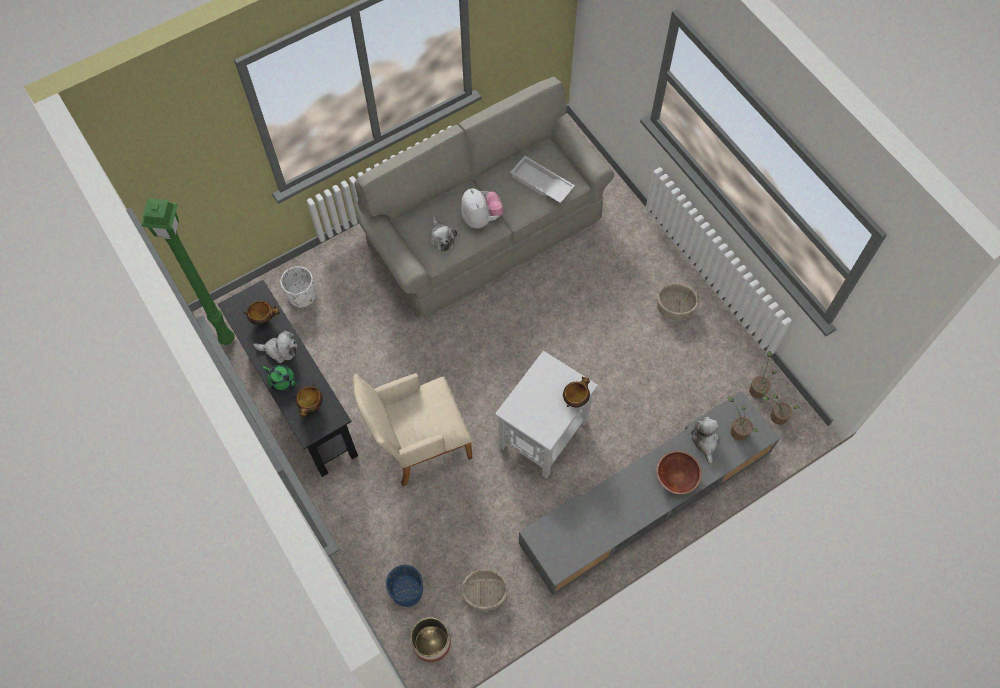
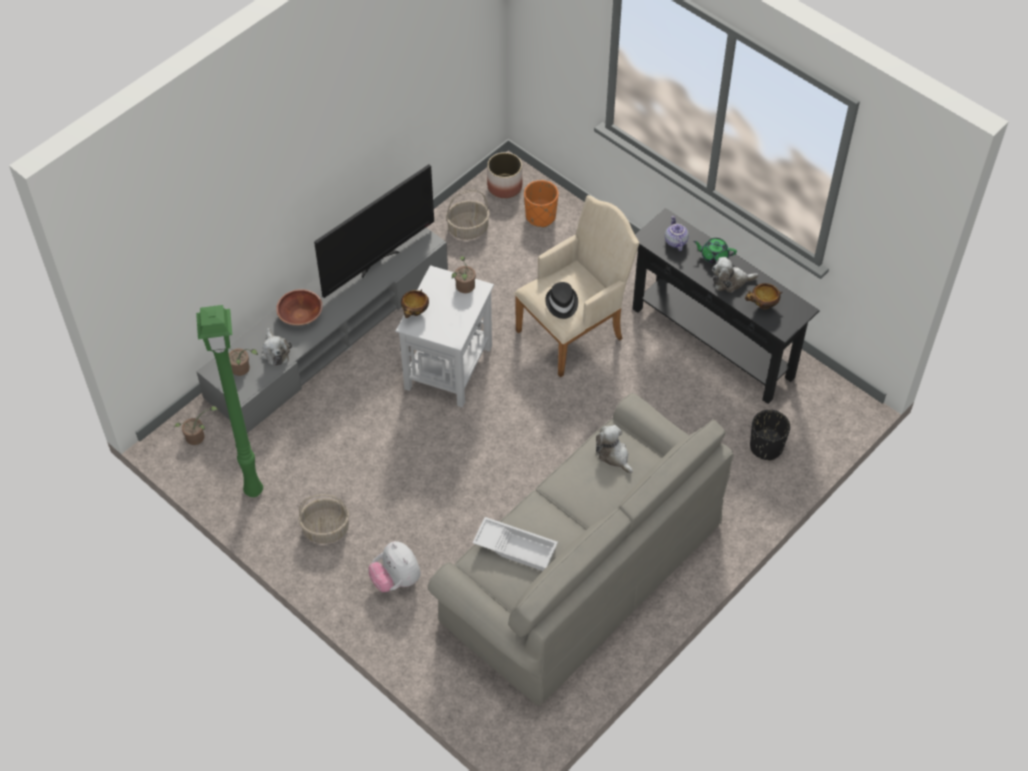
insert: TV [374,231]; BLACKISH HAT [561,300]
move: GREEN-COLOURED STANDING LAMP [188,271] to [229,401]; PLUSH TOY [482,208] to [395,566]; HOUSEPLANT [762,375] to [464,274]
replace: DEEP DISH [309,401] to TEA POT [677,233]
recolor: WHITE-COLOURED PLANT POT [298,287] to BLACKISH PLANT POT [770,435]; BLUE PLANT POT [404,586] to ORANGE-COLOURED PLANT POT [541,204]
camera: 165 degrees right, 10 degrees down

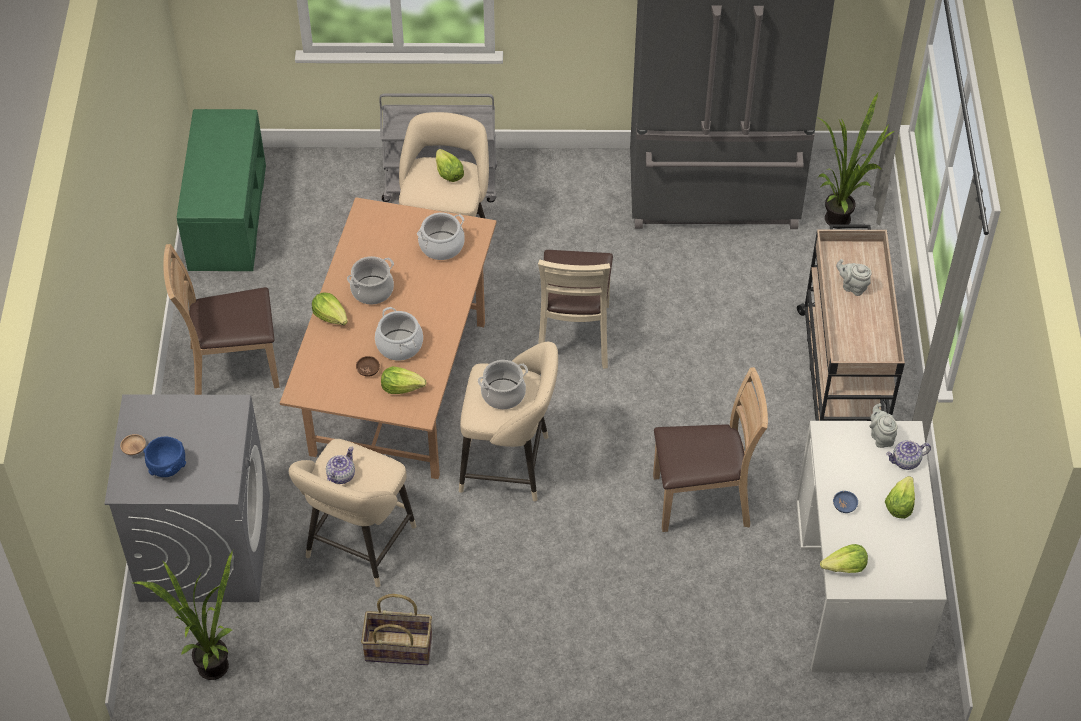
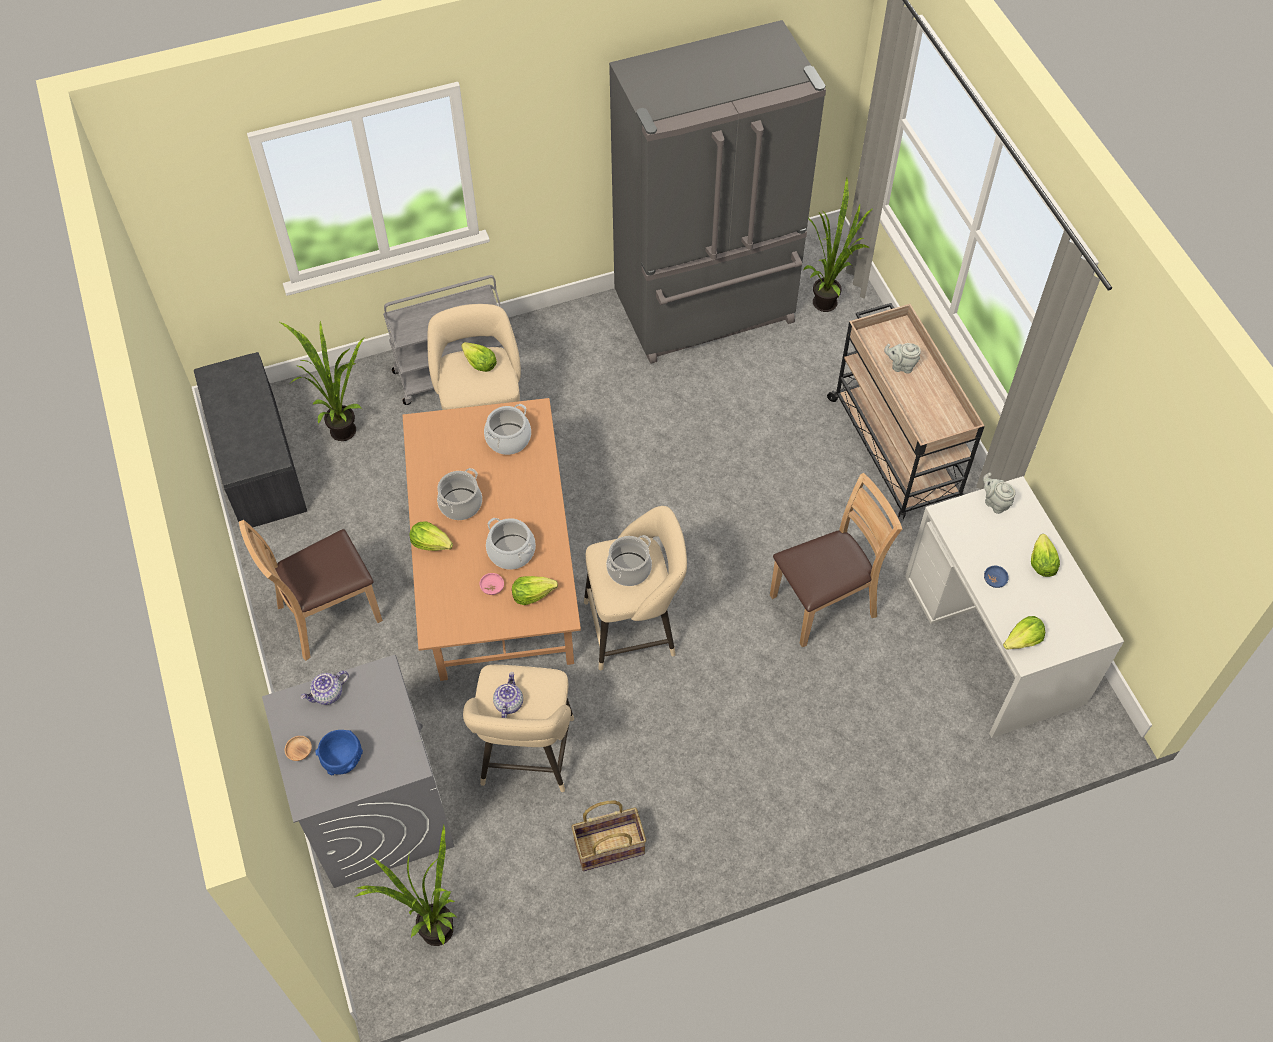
delete: BEIGE-COLOURED UPRIGHT CHAIR [575,309]
insert: HOUSEPLANT [322,381]
move: TEA POT [908,455] to [325,688]
recolor: GREEN-COLOURED BENCH [221,190] to GREYISH BENCH [251,439]; BROWN DEEP DISH [368,366] to PINKISH DEEP DISH [491,584]
camera: 20 degrees left, 5 degrees up

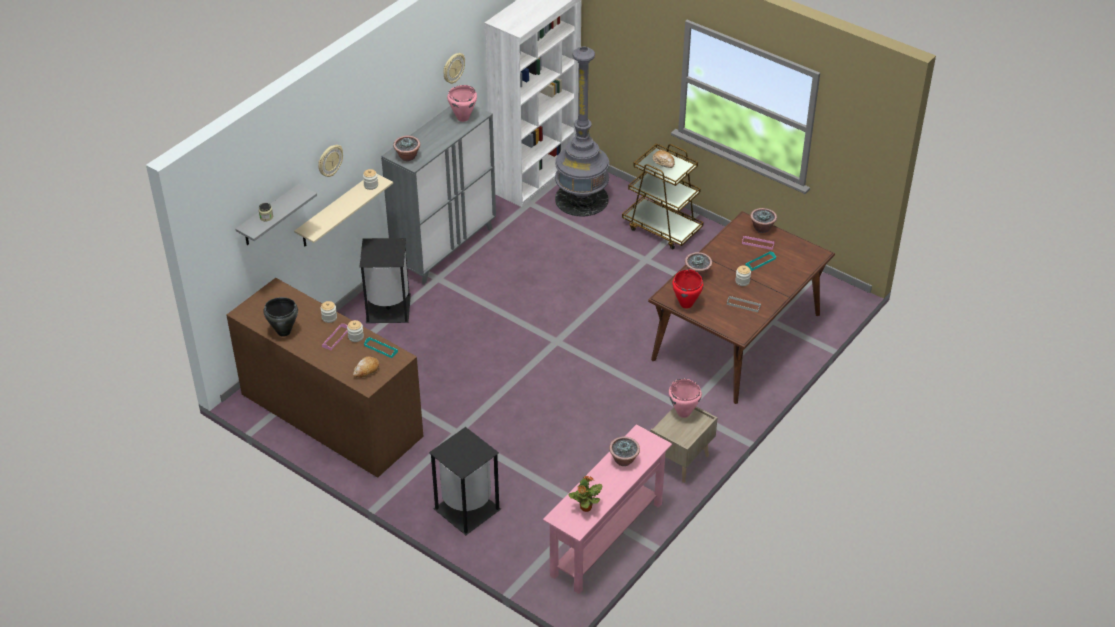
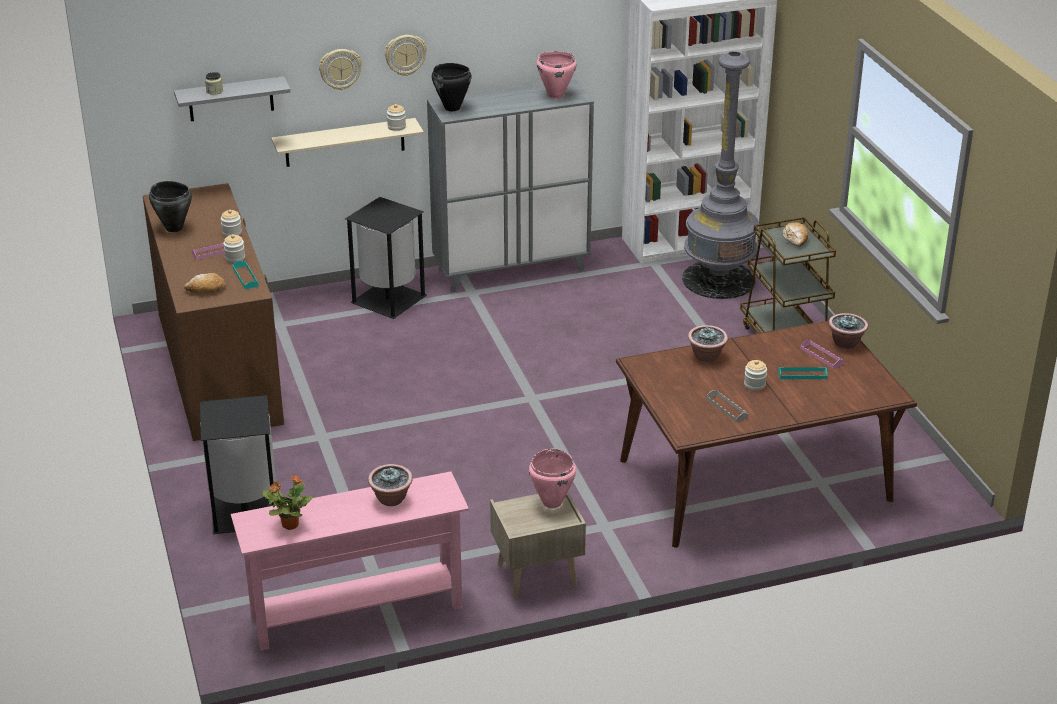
delete: RED SAUCEPOT [687,288]
move: CLOCK ON THE WALL [454,68] to [406,55]
replace: HOUSEPLANT [406,148] to BLACKISH SAUCEPOT [452,87]
camera: 35 degrees right, 10 degrees down

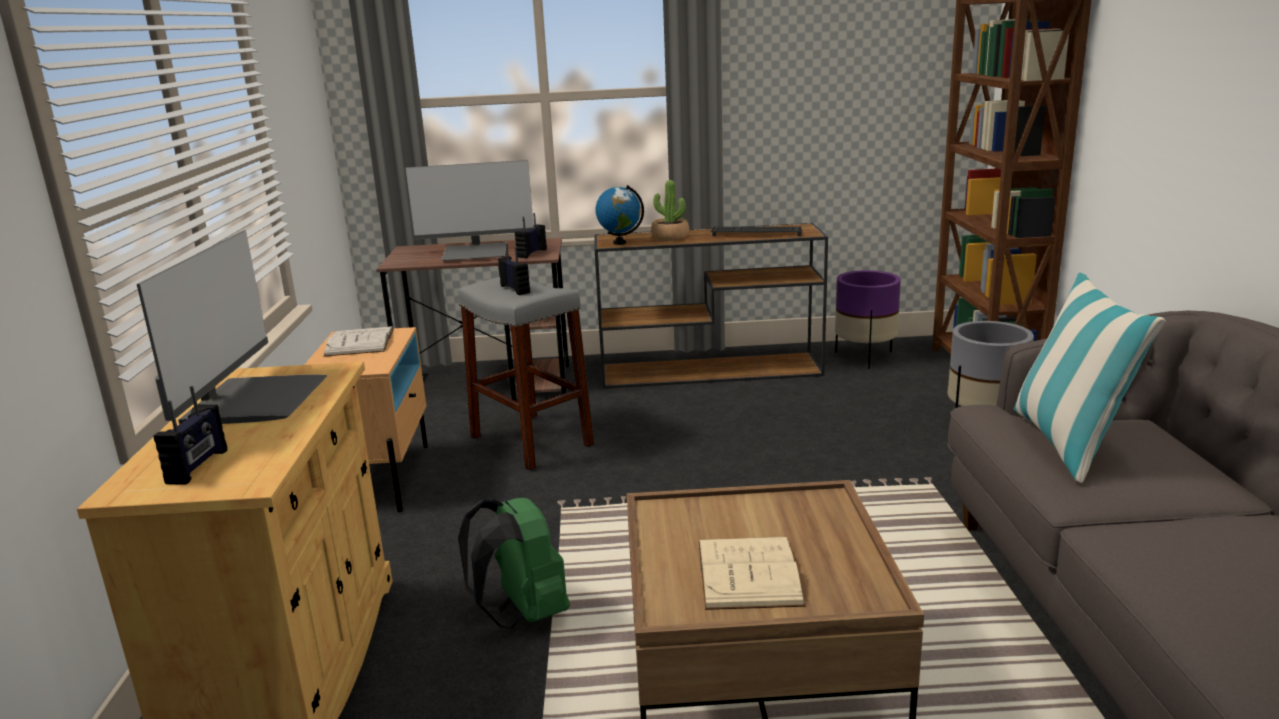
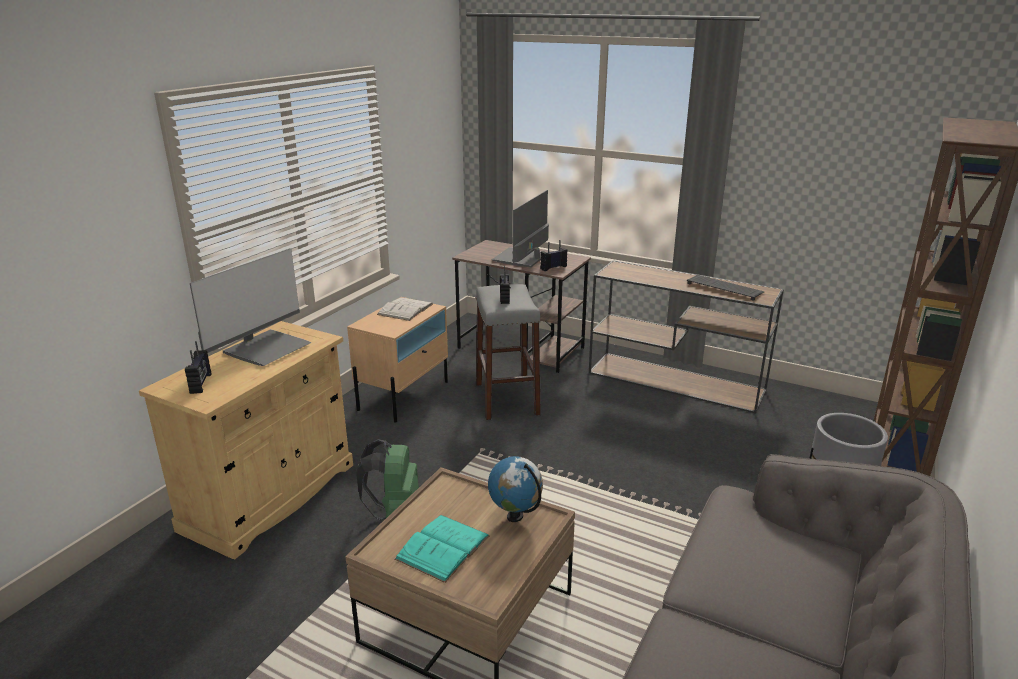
delete: HOUSEPLANT [670,210]; PURPLISH PLANT POT [868,319]; THROW PILLOW [1090,378]
move: DESK GLOBE [619,215] to [515,489]
recolor: BEIGE-COLOURED BOUND BOOK [752,573] to TURQUOISE-COLOURED BOUND BOOK [442,549]
rotate: RADIO RECEIVER [190,435] = [198,367] 45 degrees counterclockwise; COMPUTER DISPLAY [469,210] = [520,228] 90 degrees clockwise
camera: 30 degrees right, 5 degrees up

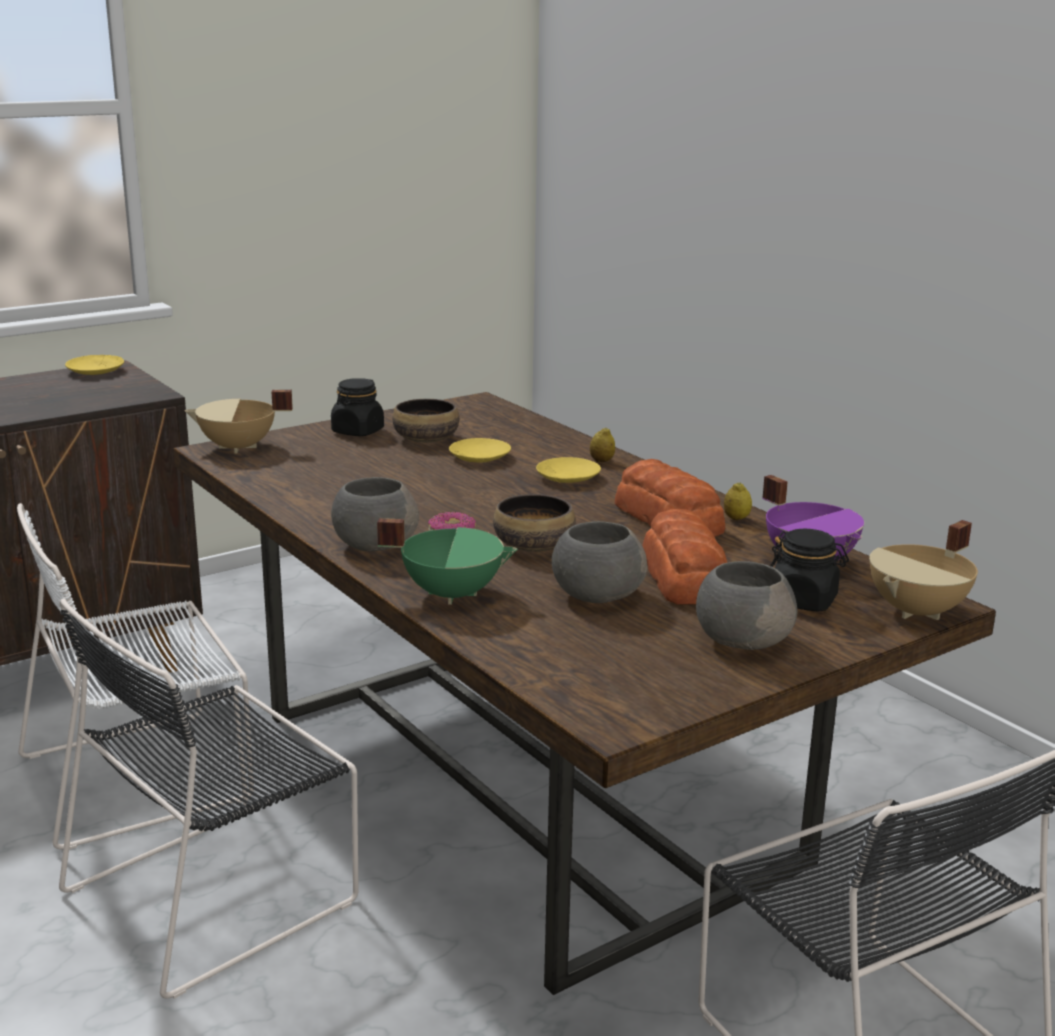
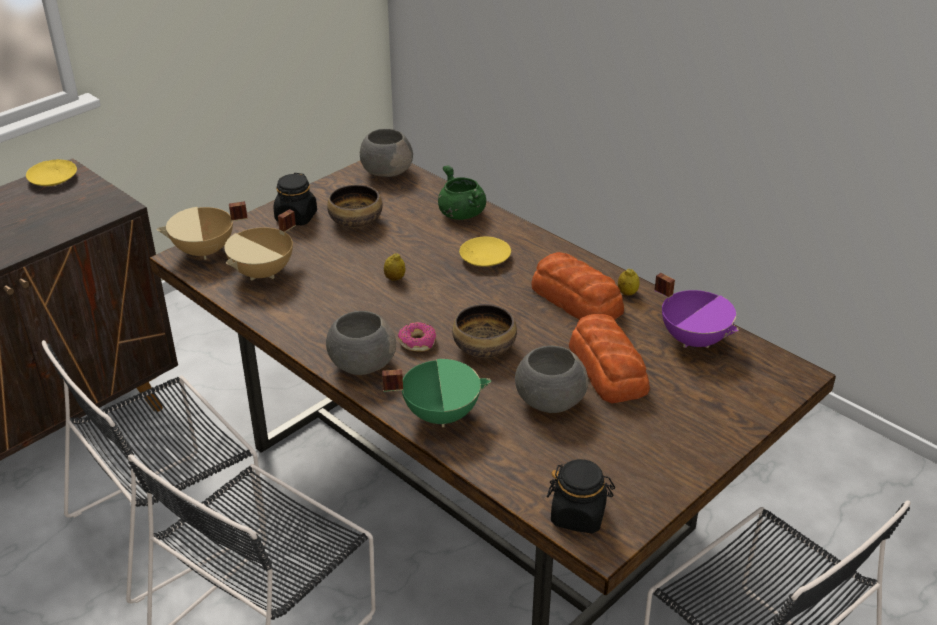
delete: YELLOWISH FLAT DISH [480,450]
insert: GREEN-COLOURED SAUCEPOT [462,193]
move: LEMON [602,444] to [394,267]; GREYISH DEEP DISH [746,605] to [386,153]; BLACKISH STORAGE JAR [809,570] to [581,496]; BEIGE-COLOURED SAUCEPOT [923,570] to [260,244]
recolor: WHITE-COLOURED UPRIGHT CHAIR [135,676] to BLACKISH UPRIGHT CHAIR [154,471]
camera: 10 degrees left, 15 degrees up

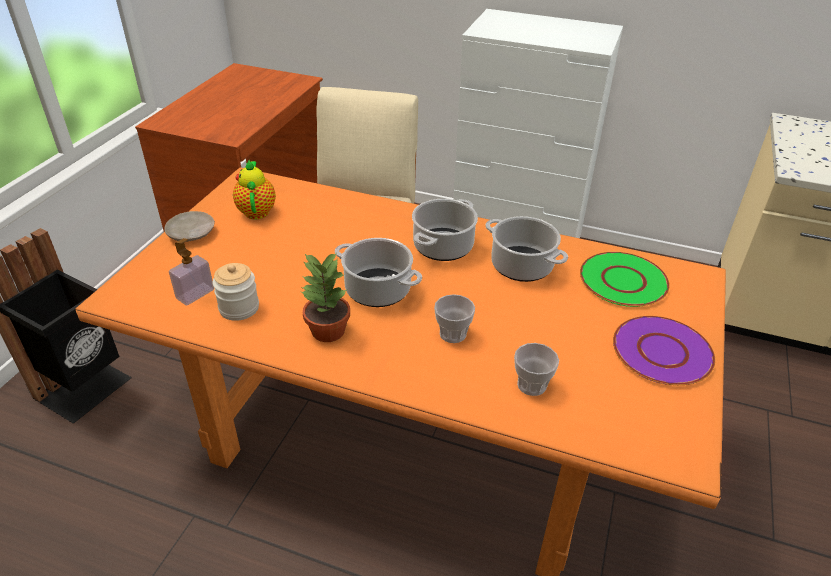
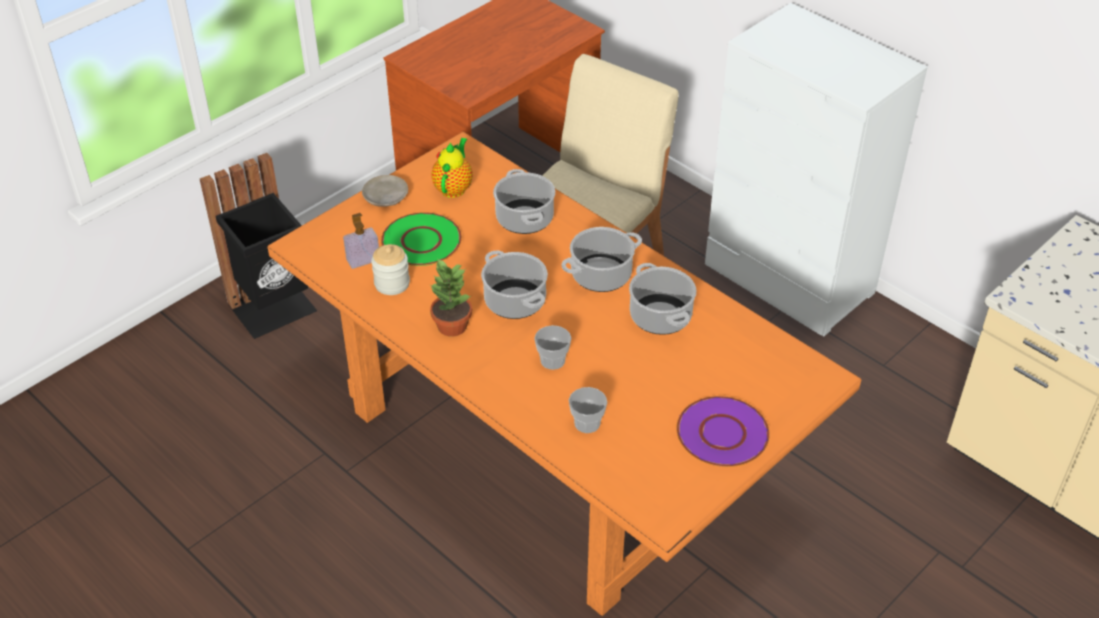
insert: SAUCEPOT [524,201]
move: GREEN-COLOURED FLAT DISH [625,279] to [421,239]
camera: 25 degrees right, 5 degrees up

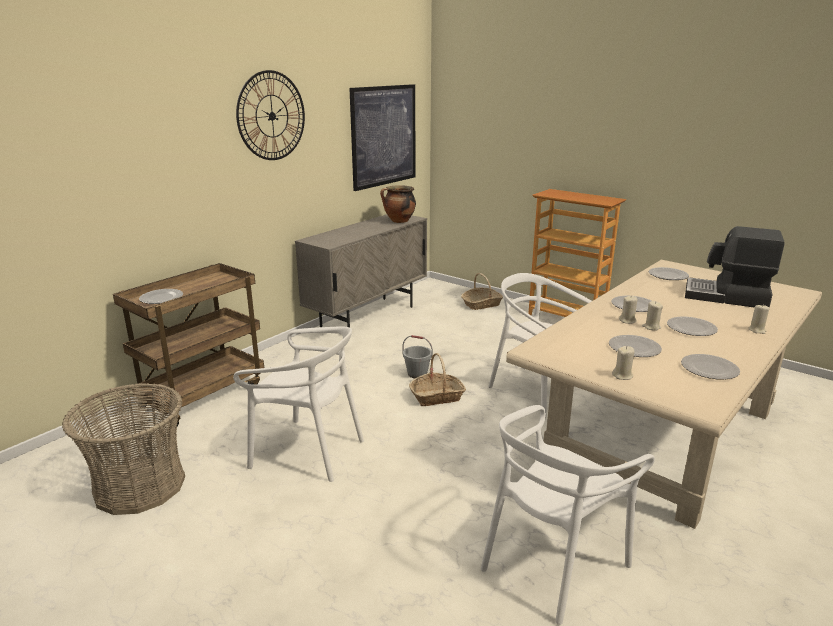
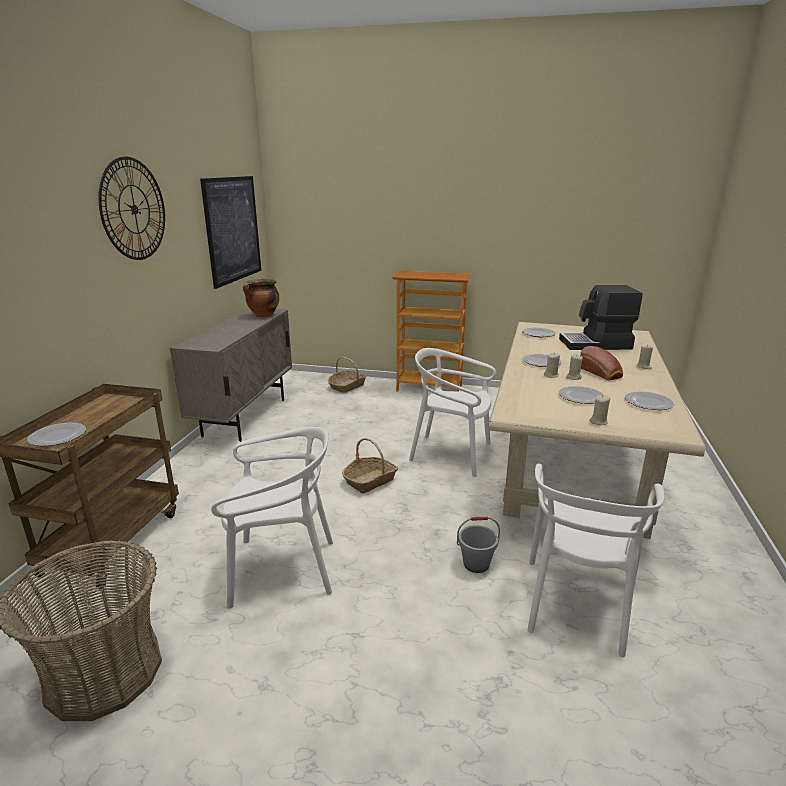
move: GREYISH PAIL [418,357] to [478,545]
replace: FLAT DISH [692,326] to BAKED BREAD [601,363]
camera: 25 degrees left, 0 degrees up

